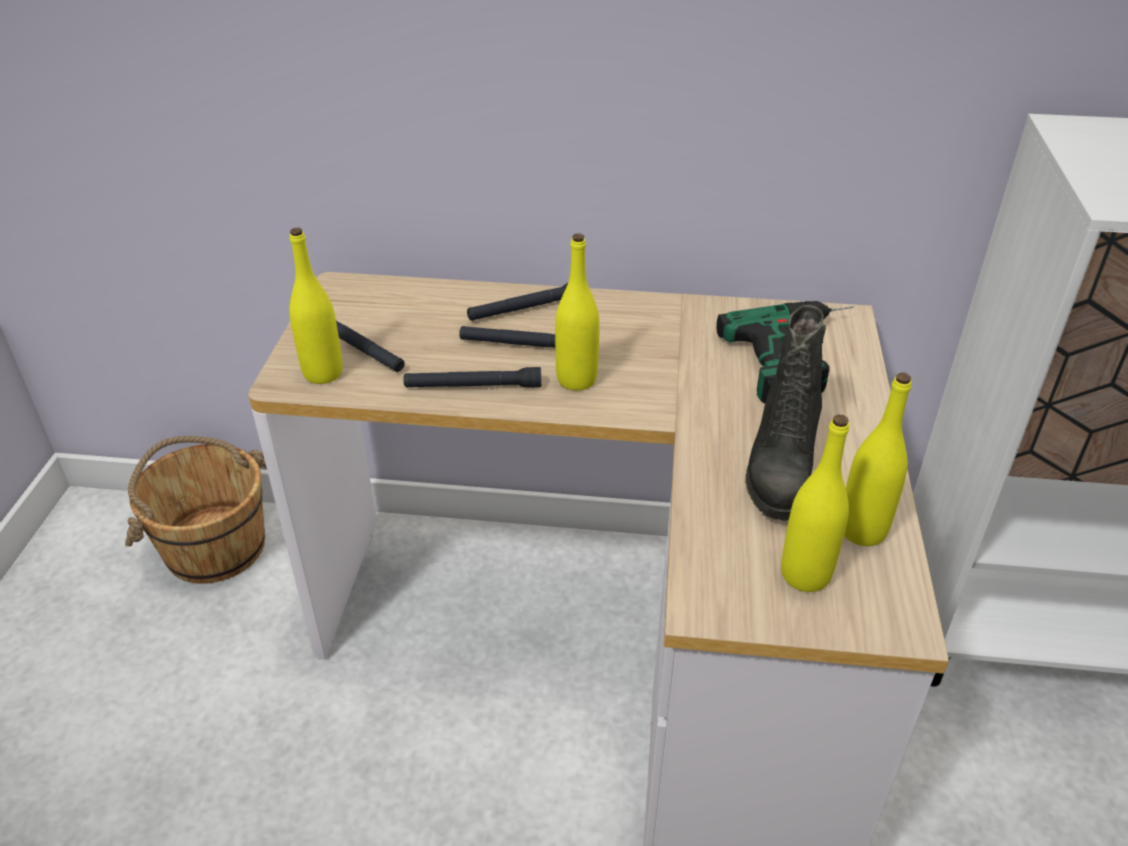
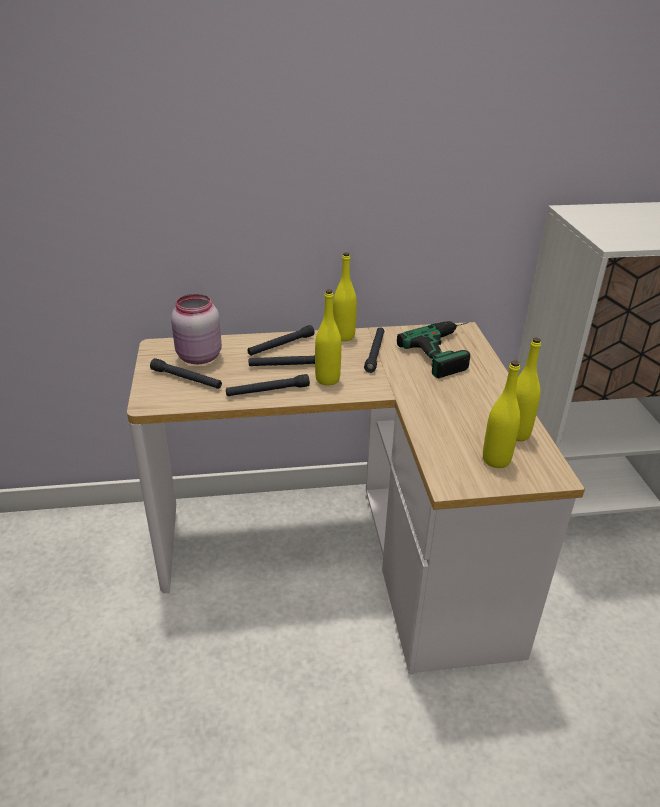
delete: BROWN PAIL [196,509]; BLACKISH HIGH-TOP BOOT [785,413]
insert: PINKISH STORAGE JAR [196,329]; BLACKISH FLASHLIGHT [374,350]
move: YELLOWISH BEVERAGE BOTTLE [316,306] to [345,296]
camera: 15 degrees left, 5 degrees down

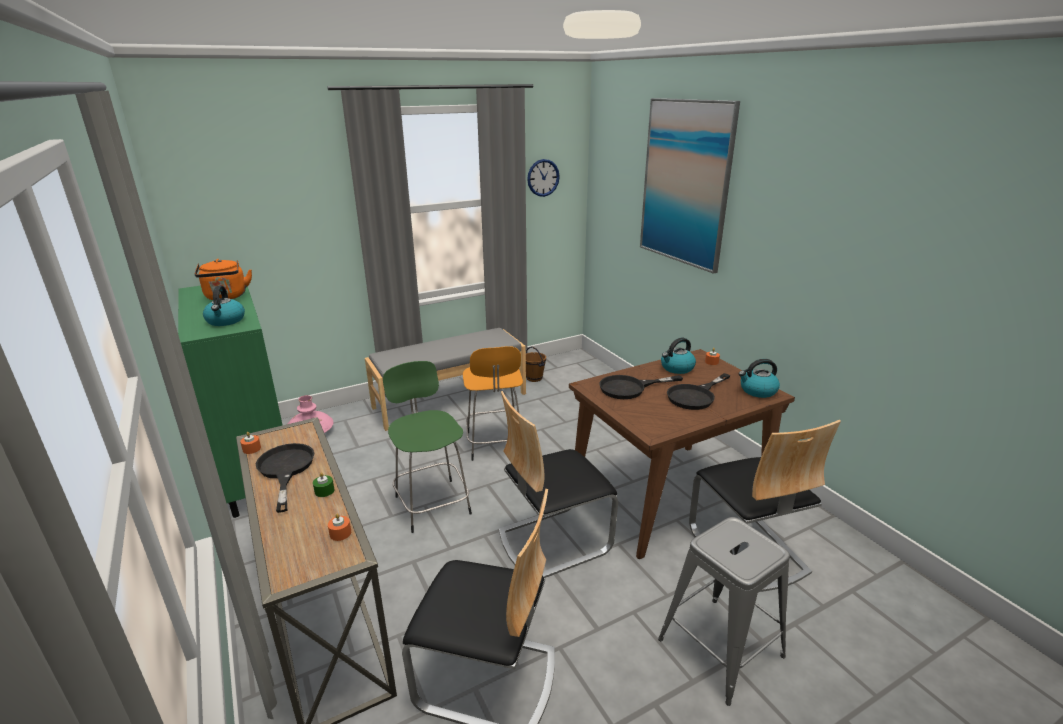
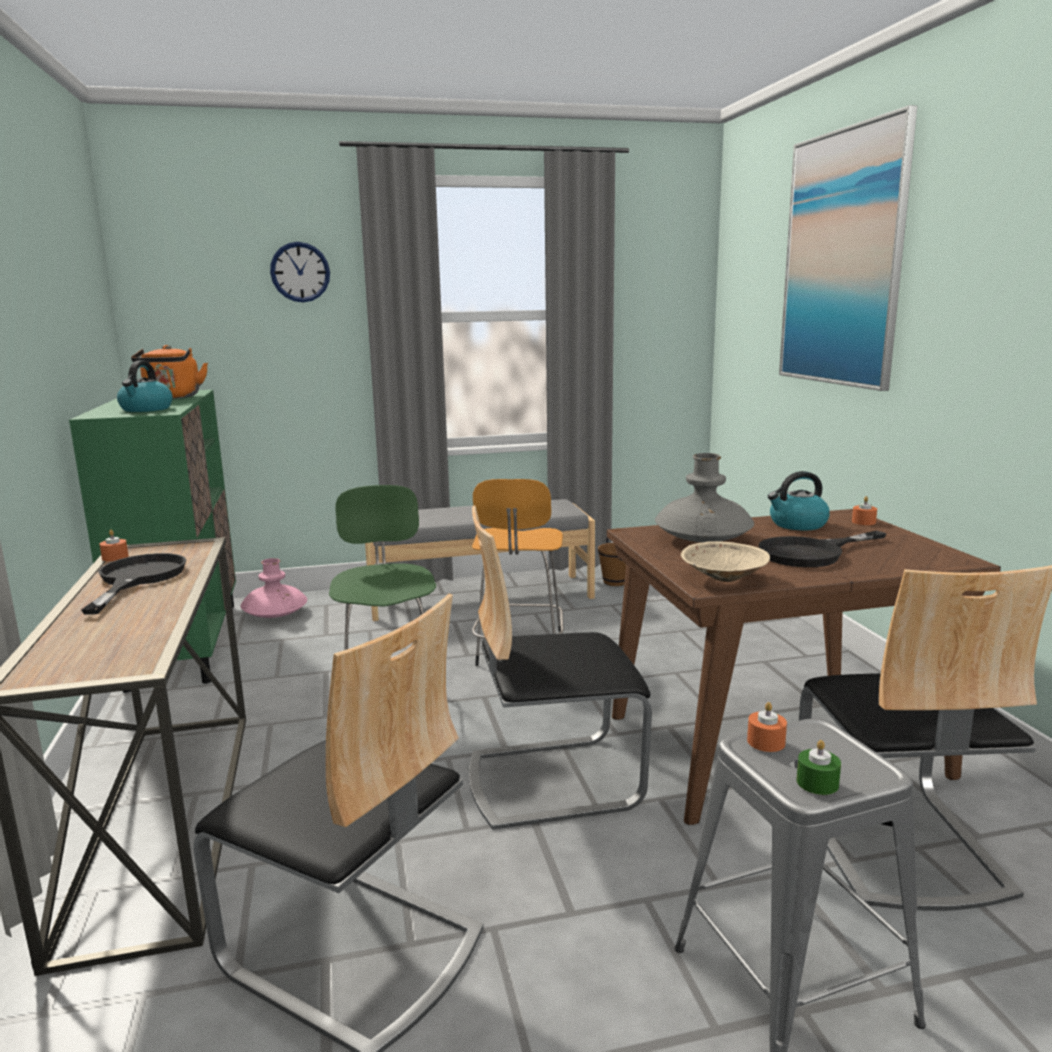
delete: WATER KETTLE [759,378]
insert: BEIGE-COLOURED DEEP DISH [725,561]
move: GREEN-COLOURED CANDLE [324,484] to [818,767]; ORANGE-COLOURED CANDLE [339,527] to [767,727]; CLOCK ON THE WALL [543,178] to [300,272]
replace: BLACKISH PAN [641,387] to GREYISH FLOWER VASE [704,497]
camera: 15 degrees right, 10 degrees down

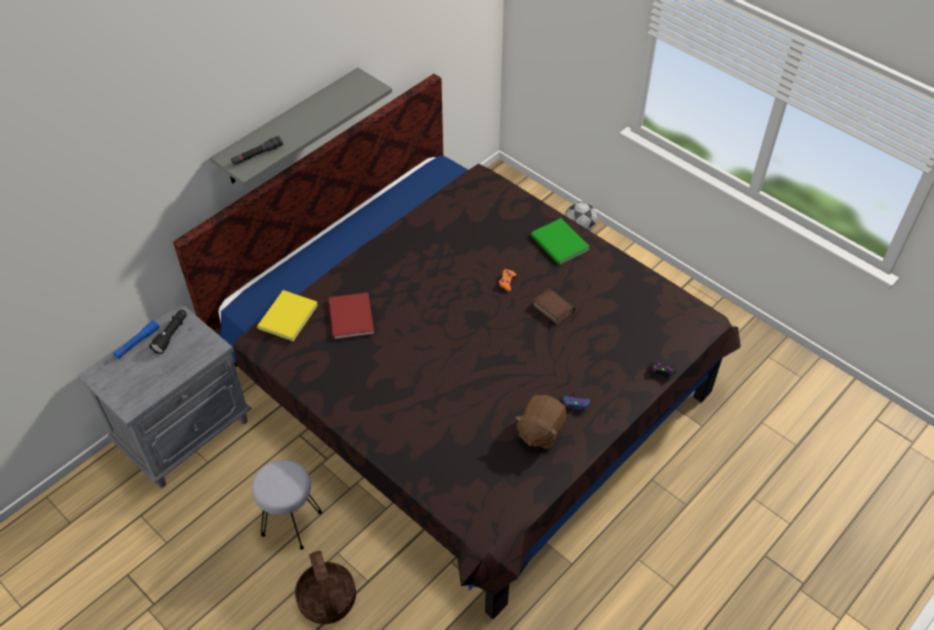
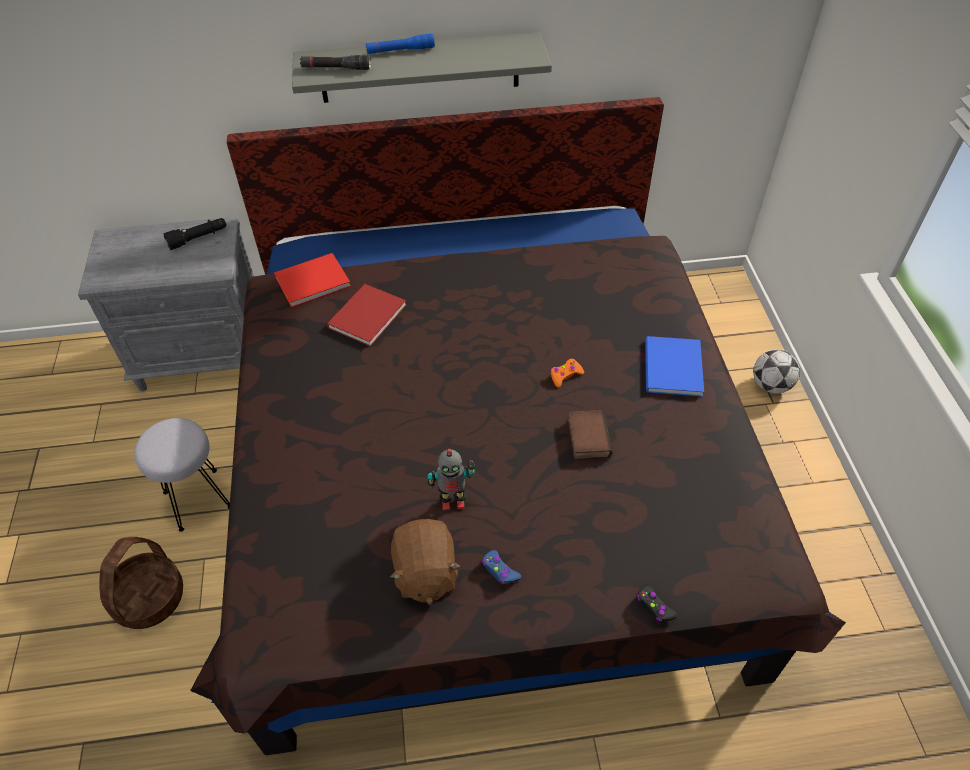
insert: ROBOT FIGURE [451,479]
move: BLUE FLASHLIGHT [136,339] to [400,43]
recolor: YELLOWISH BOUND BOOK [287,315] to RED BOUND BOOK [312,280]; GREEN-COLOURED BOUND BOOK [560,241] to BLUE BOUND BOOK [674,366]
rotate: BROWN PLUSH TOY [540,422] = [425,562] 75 degrees counterclockwise
camera: 40 degrees right, 0 degrees up

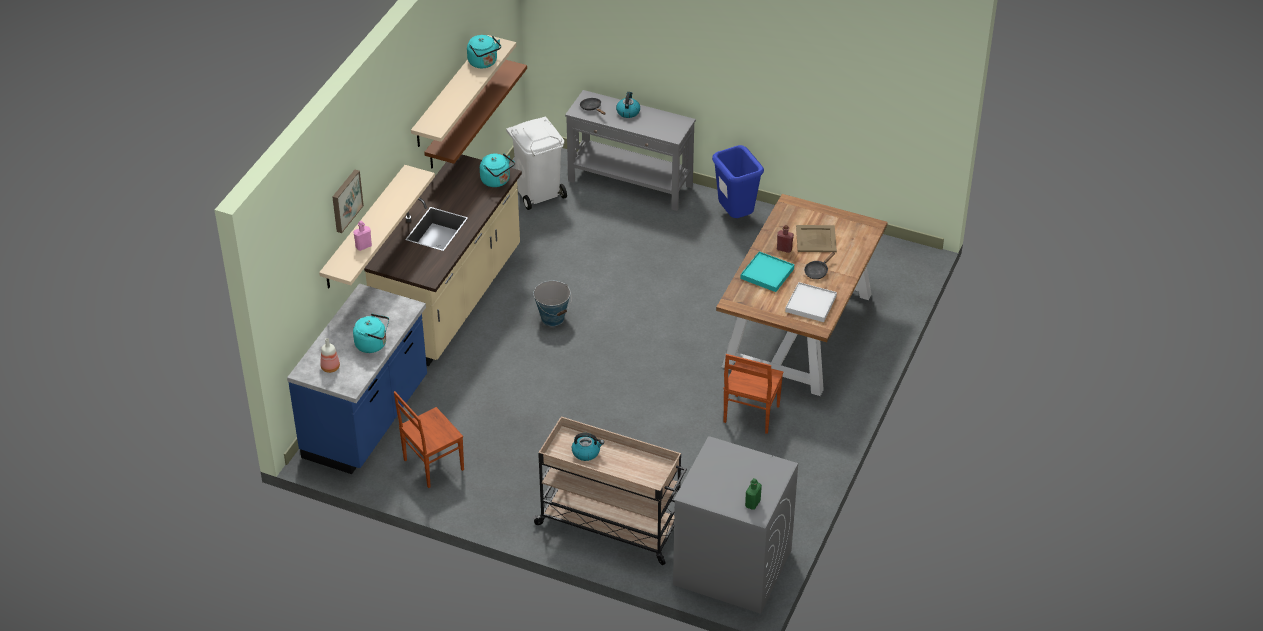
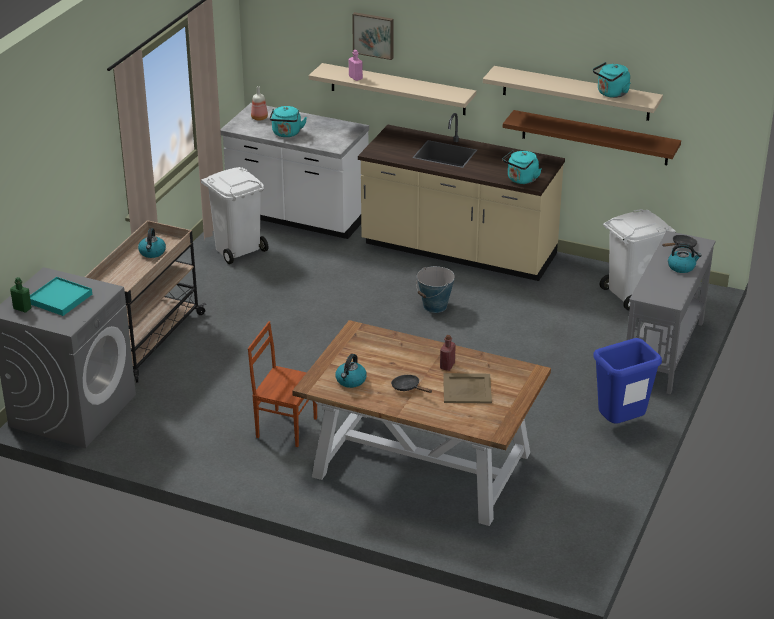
move: TURQUOISE-COLOURED SERVING TRAY [767,271] to [61,296]
replace: BROWN UPRIGHT CHAIR [429,439] to WHITE-COLOURED WASTE BIN [234,215]; WHITE-COLOURED SERVING TRAY [811,302] to WATER KETTLE [351,371]
recolor: BLUE KITCHEN COUNTER [357,379] to WHITE-COLOURED KITCHEN COUNTER [294,171]
camera: 90 degrees right, 10 degrees down

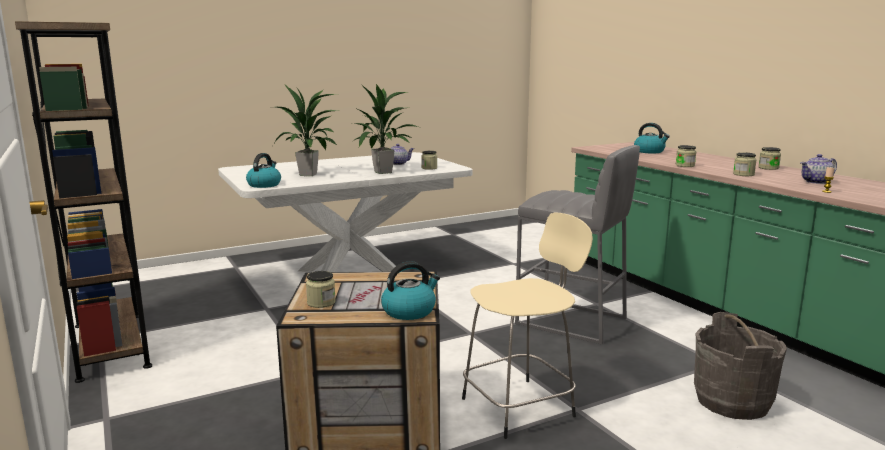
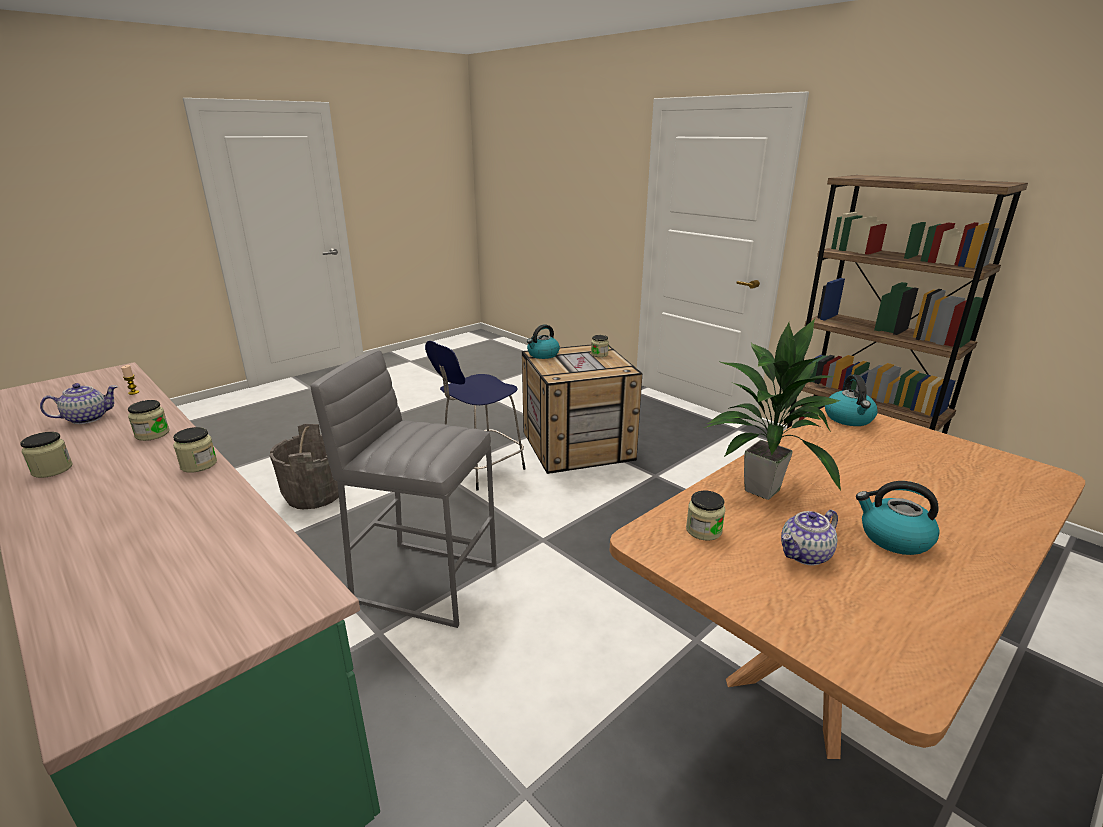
delete: HOUSEPLANT [305,130]
move: WATER KETTLE [652,138] to [898,518]
recolor: WHITE-COLOURED KITCHEN TABLE [345,212] to BROWN KITCHEN TABLE [847,582]; BEIGE-COLOURED STOOL SEAT [527,326] to BLUE STOOL SEAT [475,416]
camera: 165 degrees right, 10 degrees up

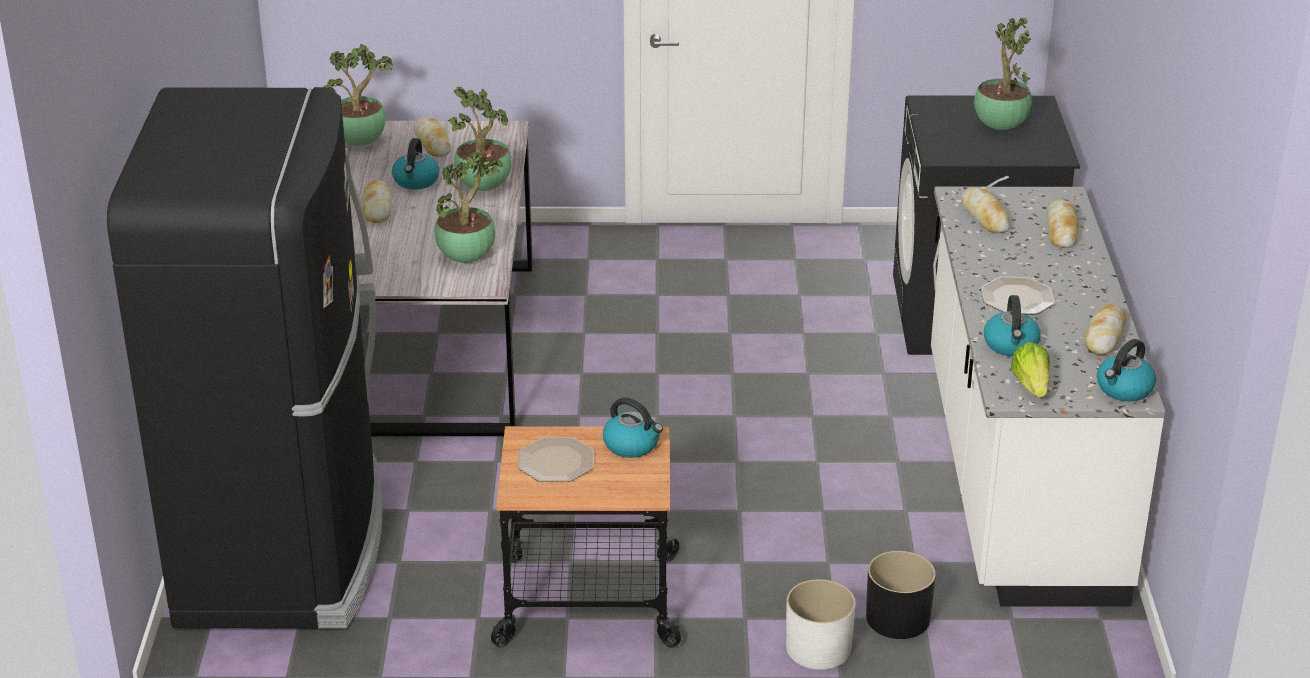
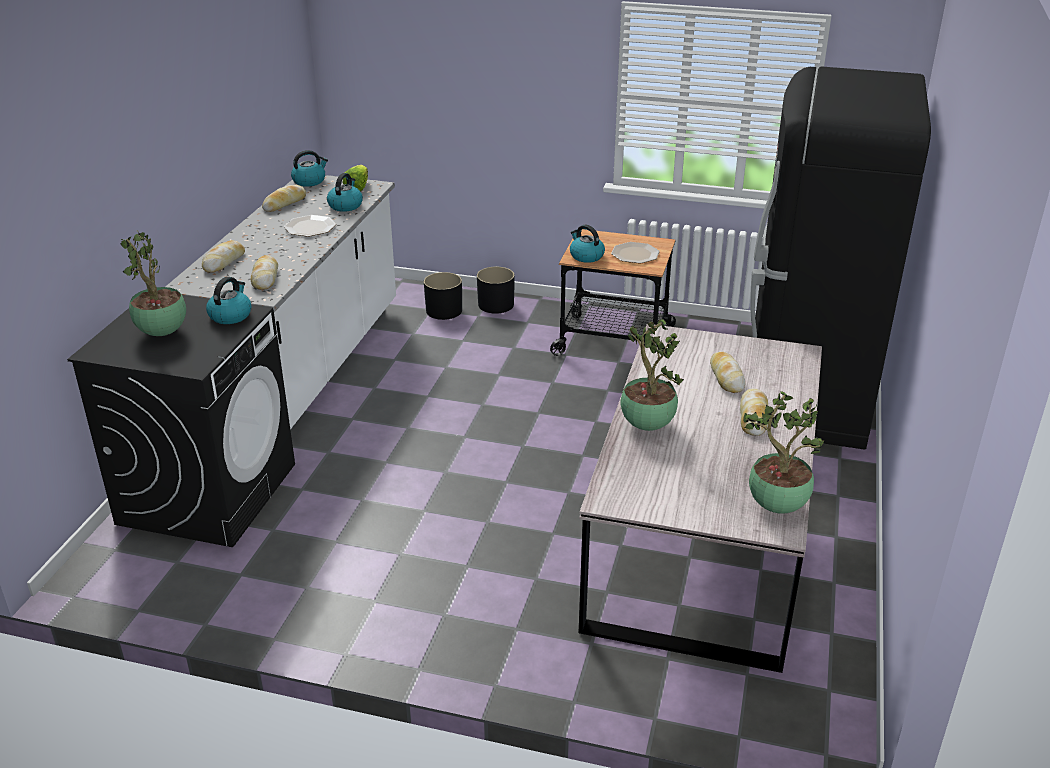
delete: HOUSEPLANT [469,207]
move: WATER KETTLE [416,163] to [228,300]; BAKED BREAD [432,137] to [727,372]
recolor: WHITE-COLOURED PLANT POT [821,624] to BLACKISH PLANT POT [496,290]
camera: 165 degrees left, 0 degrees up

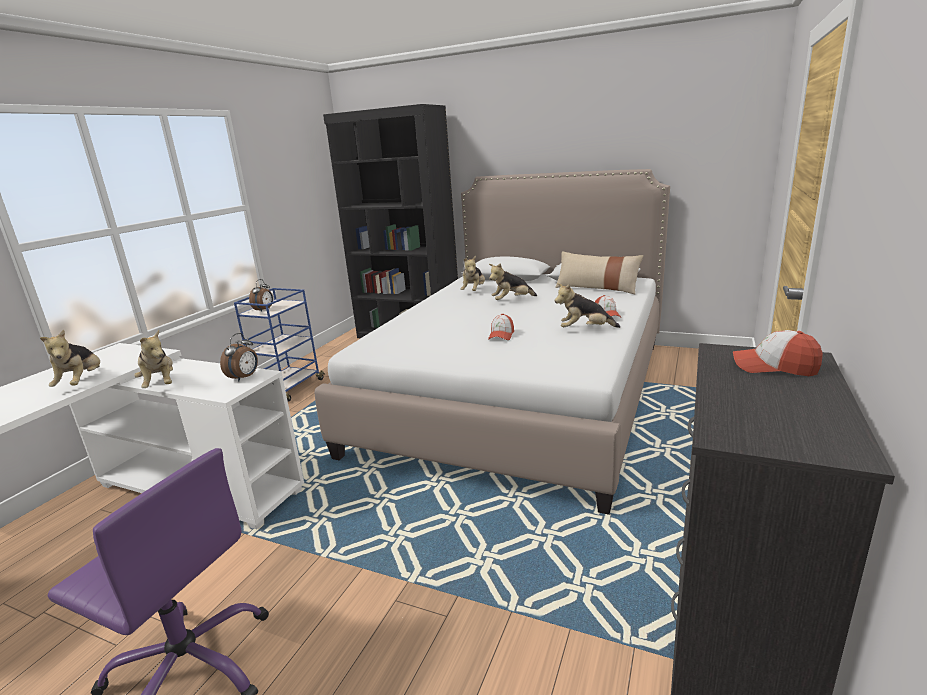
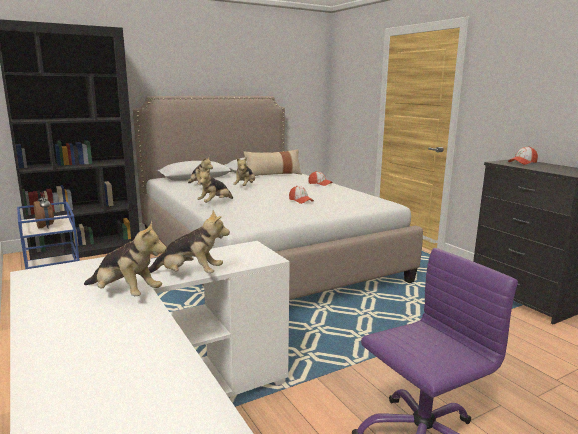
delete: TABLE CLOCK [239,357]
move: PLUSH TOY [587,305] to [215,186]
camera: 55 degrees left, 5 degrees down

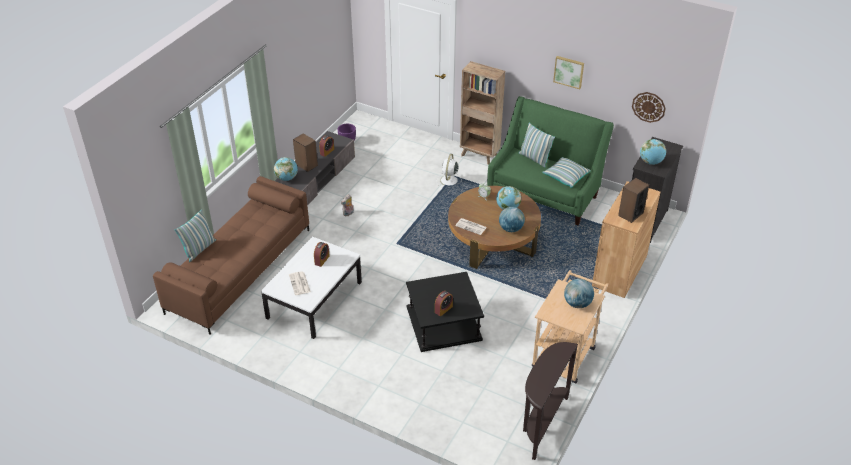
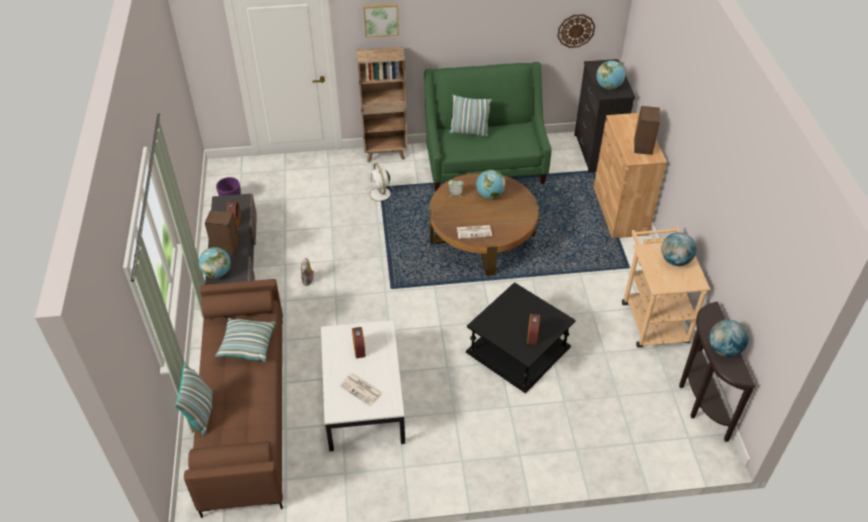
move: DESK GLOBE [512,219] to [728,338]; THROW PILLOW [566,172] to [245,340]; PICTURE [568,72] to [381,20]
camera: 35 degrees left, 5 degrees up

